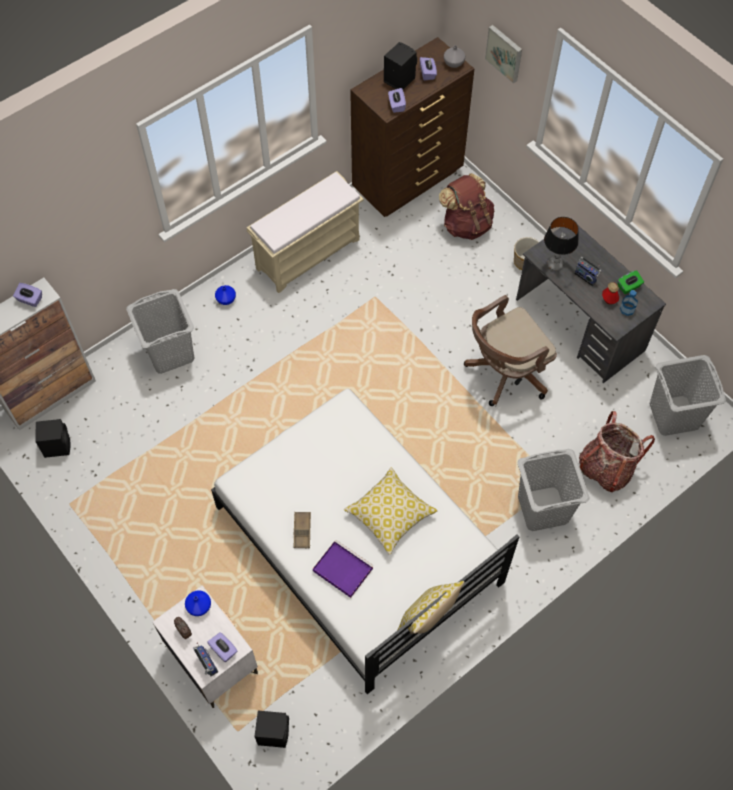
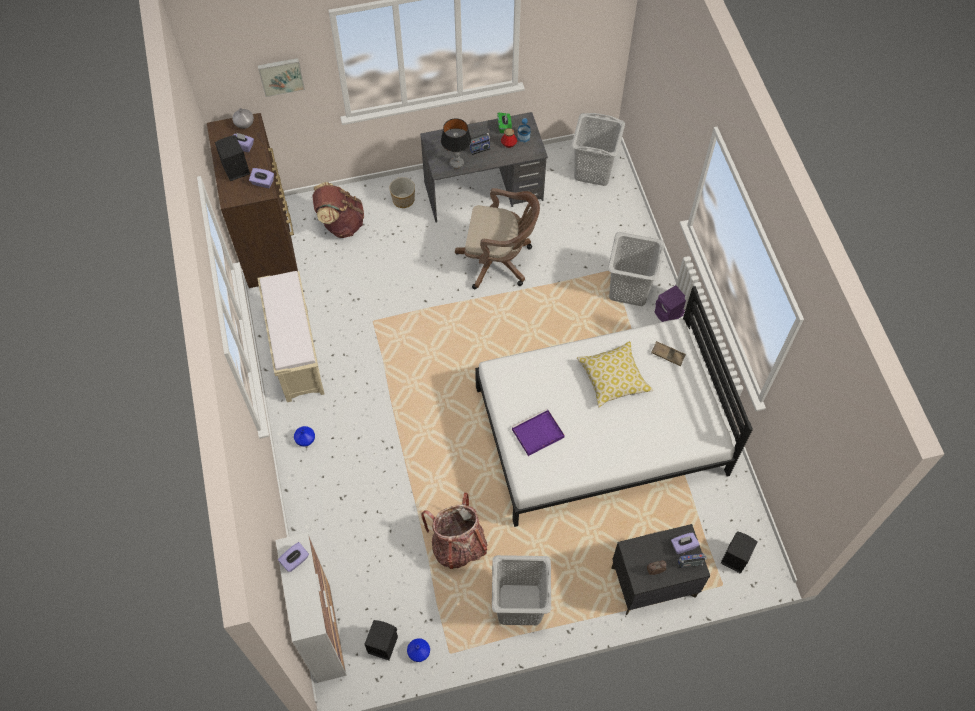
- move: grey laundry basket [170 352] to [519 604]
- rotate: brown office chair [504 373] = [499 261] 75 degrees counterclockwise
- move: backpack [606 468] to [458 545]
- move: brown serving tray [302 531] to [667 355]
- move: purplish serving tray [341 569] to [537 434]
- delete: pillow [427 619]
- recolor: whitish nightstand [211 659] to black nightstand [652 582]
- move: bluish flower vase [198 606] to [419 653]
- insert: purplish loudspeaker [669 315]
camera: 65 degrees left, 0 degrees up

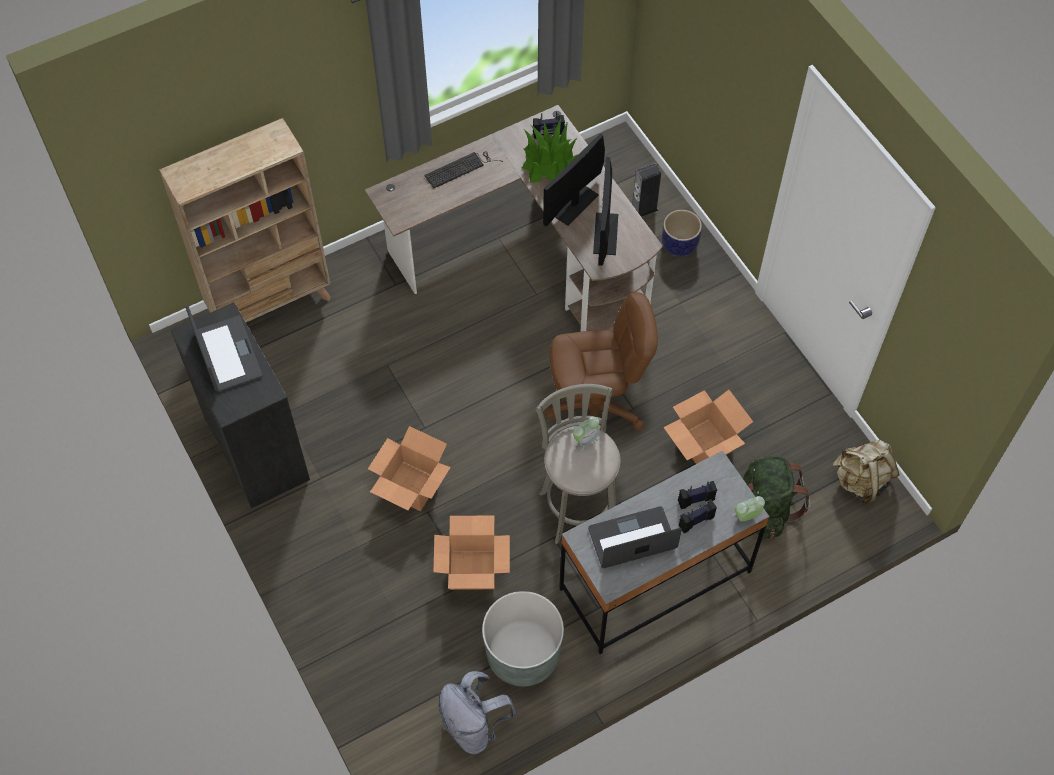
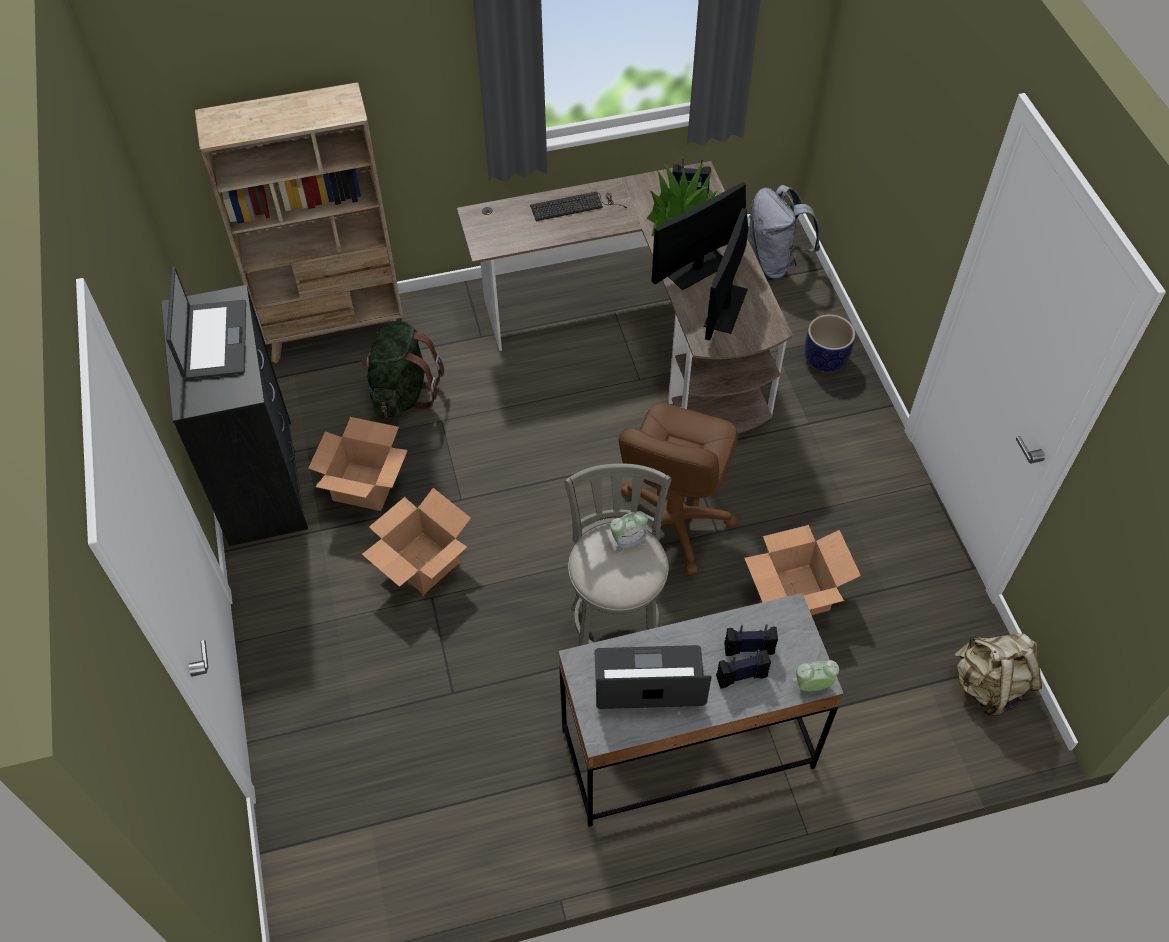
- delete: loudspeaker [644 208]
- rotate: brown office chair [596 409] = [672 522] 105 degrees clockwise
- move: green backpack [765 508] to [402 393]
- move: carton [472 570] to [364 486]
- delete: grey planter [523 654]
- move: grey backpack [474 725] to [774 262]
camera: 15 degrees right, 5 degrees down

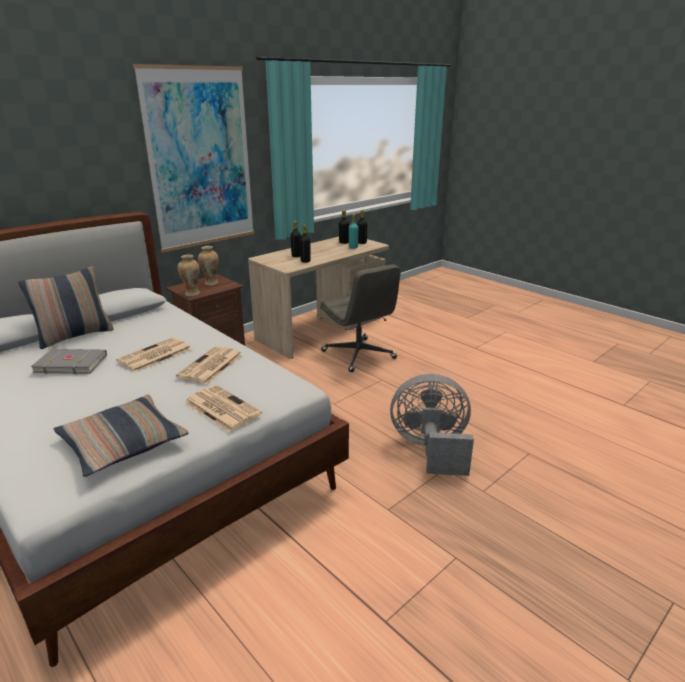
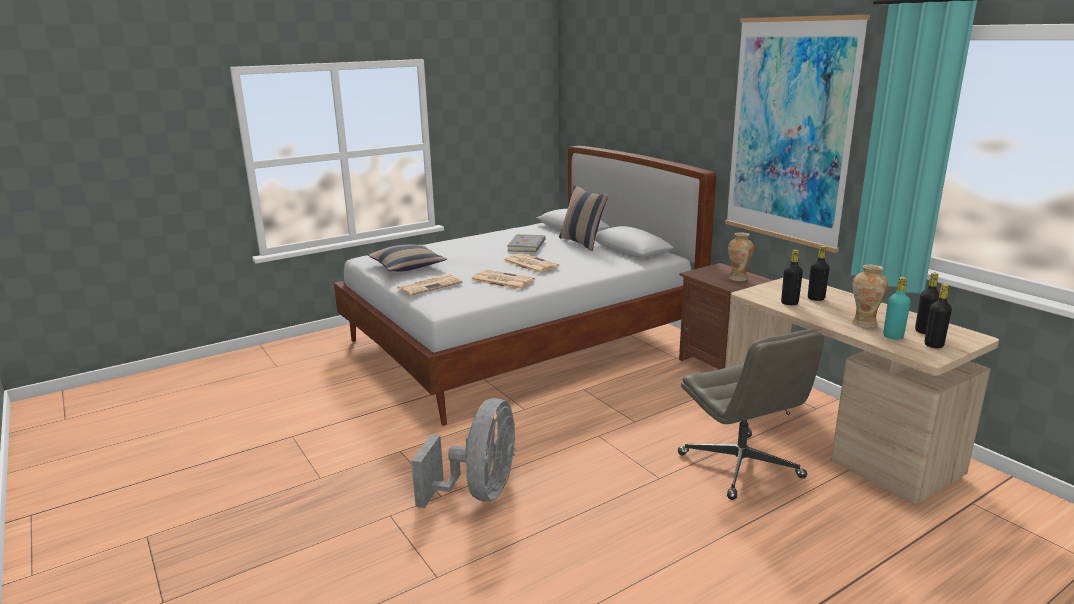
- move: flower vase [191 293] to [864 323]
- rotate: grey office chair [359 355] = [741 466] 90 degrees counterclockwise
camera: 100 degrees right, 5 degrees down

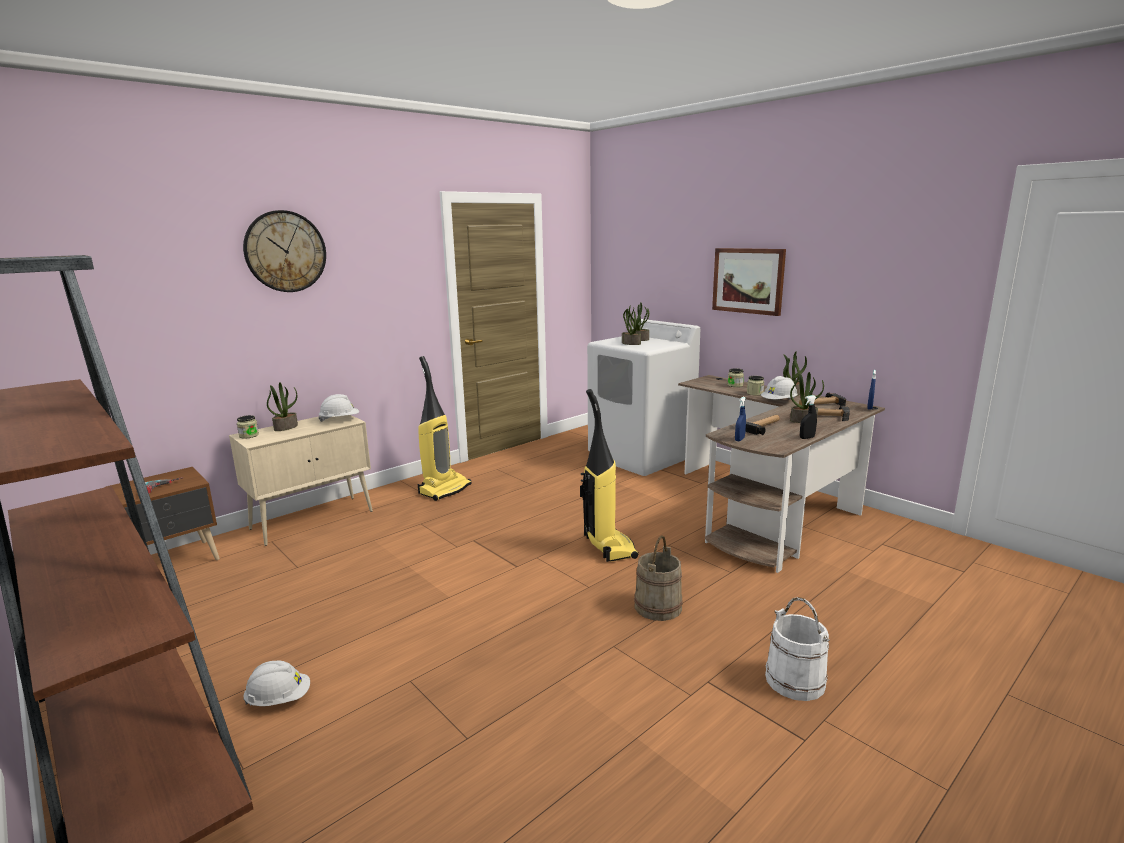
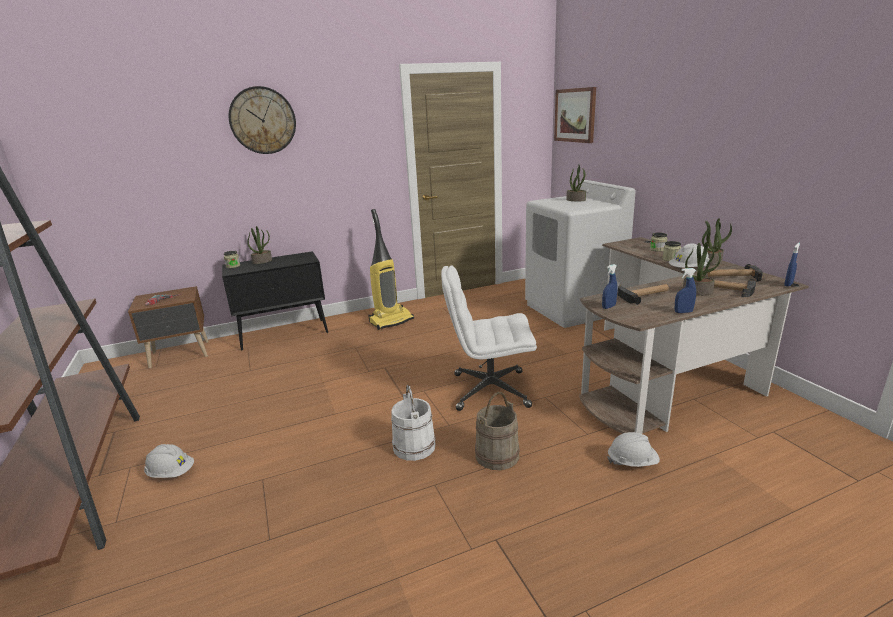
- move: wall art [748 280] to [575 115]
- delete: potted plant [630 343]
- replace: vacuum cleaner [608 547] to whitish office chair [489 390]
- move: whitish work helmet [340 420] to [632 462]
- recolor: black hand sprayer [807 438] to bluish hand sprayer [683 312]
- recolor: beige-coloured cabinet [313 520] to black cabinet [285 334]
- move: whitish bucket [795 680] to [414 446]
camera: 20 degrees right, 5 degrees up

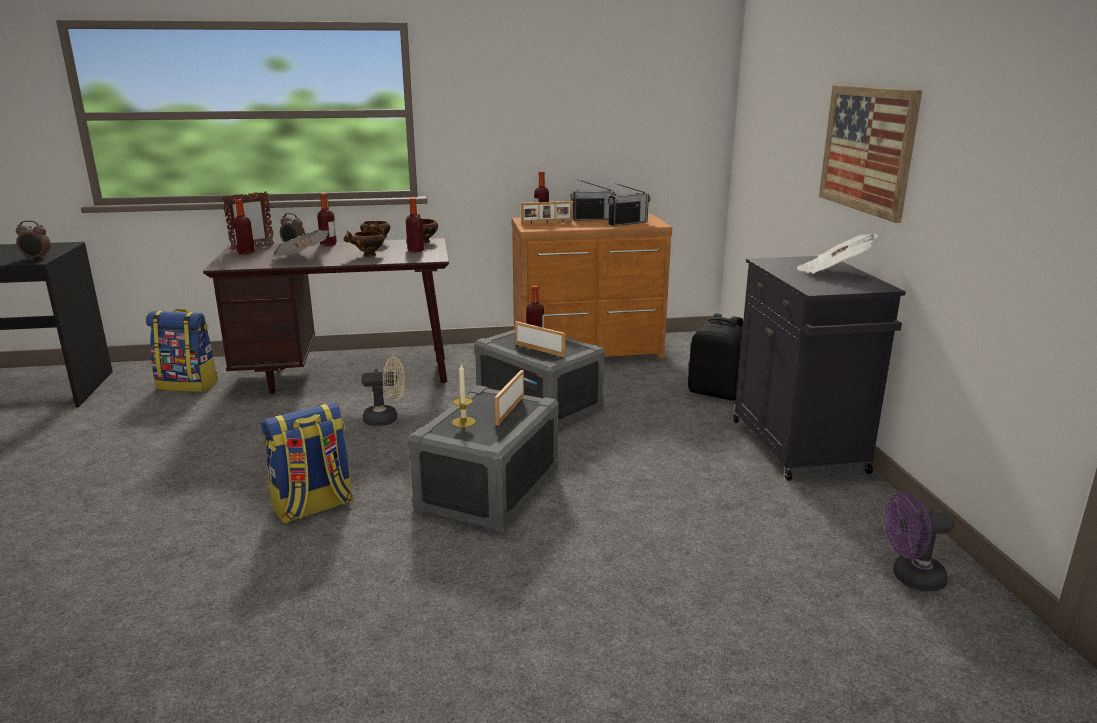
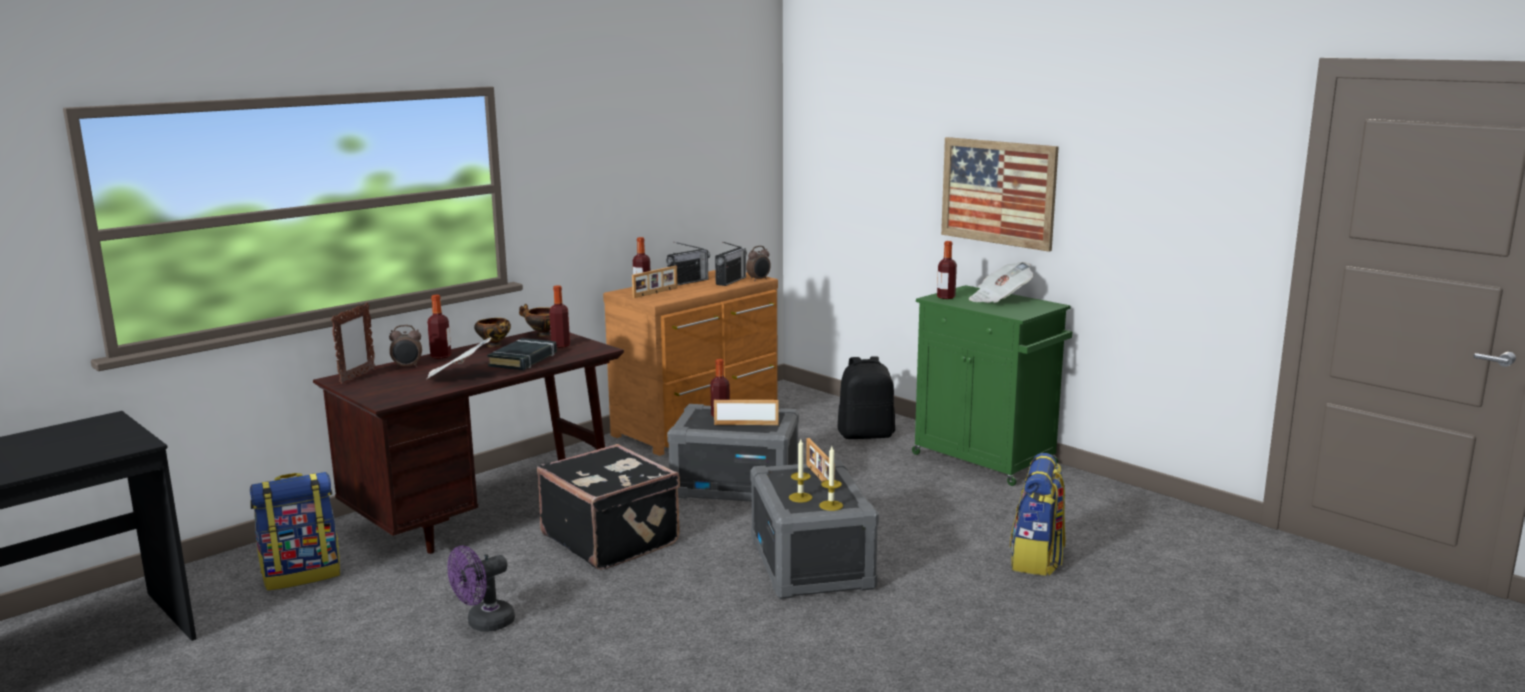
- move: beverage bottle [246 252] to [946 297]
- move: table clock [36 258] to [759 280]
- replace: serving bowl [368 255] to black bound book [523 359]
- recolor: black cabinet [799 447] to green cabinet [986 460]
- replace: beige-coloured cooling fan [386 419] to black travel case [612 538]
- move: backpack [313 507] to [1037 560]
- move: purplish cooling fan [910 578] to [484 624]
- insert: wax light [831 505]
camera: 35 degrees left, 5 degrees down

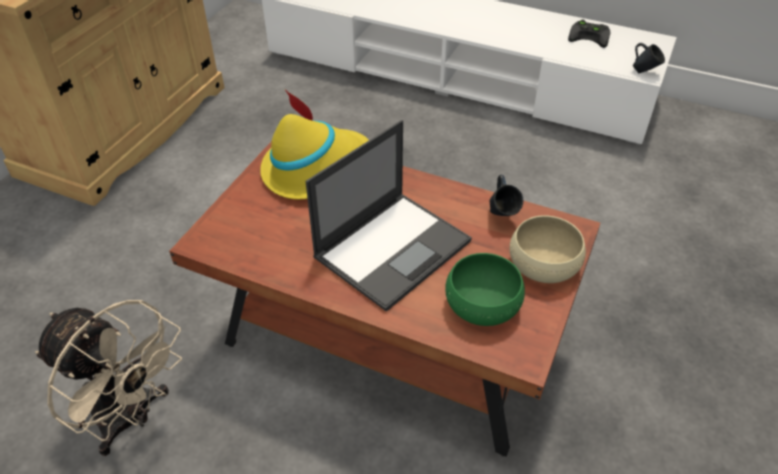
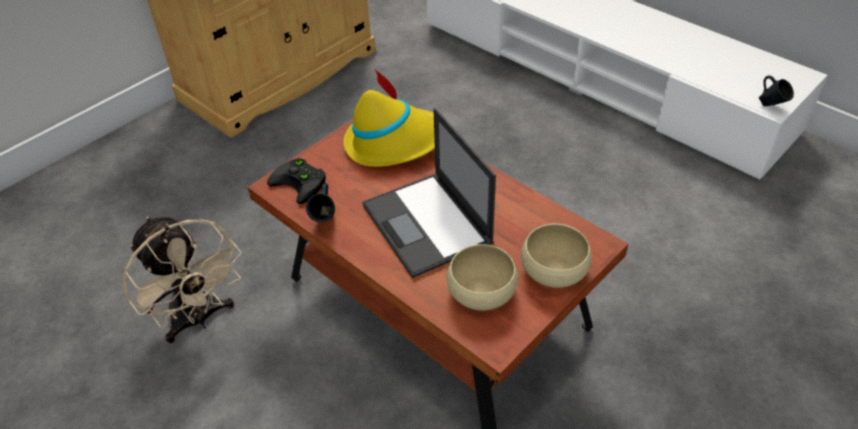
- move: black joypad [590 36] to [302 183]
- rotate: portable computer [393 248] = [428 225] 90 degrees clockwise
- move: bluish tea mug [501 217] to [325 222]
- recolor: green serving bowl [482 304] to beige-coloured serving bowl [482 290]
camera: 20 degrees right, 0 degrees up

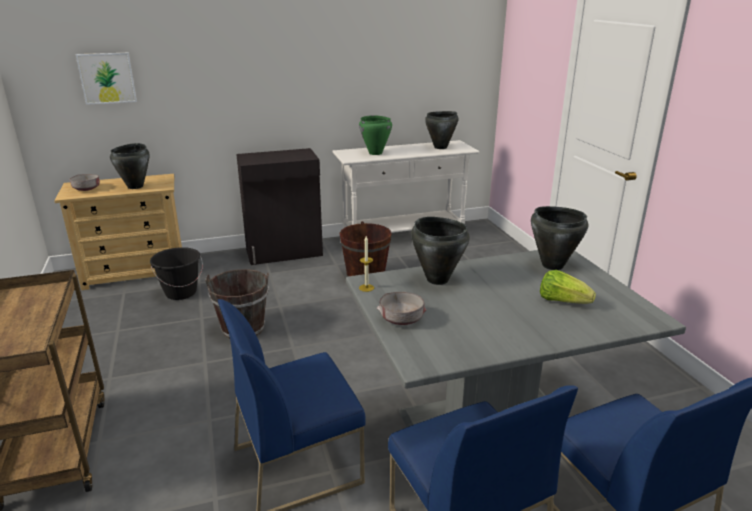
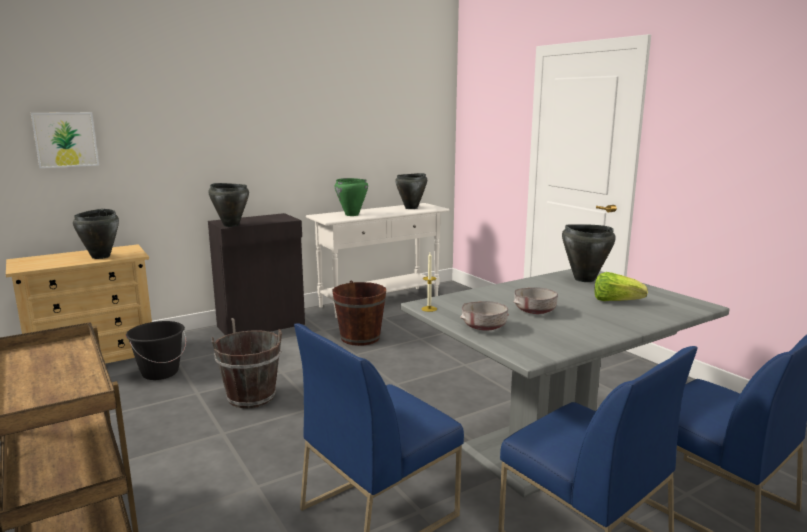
- move: grey serving bowl [87 189] to [535 311]
- move: black saucepot [437 279] to [231 225]
camera: 15 degrees left, 10 degrees down

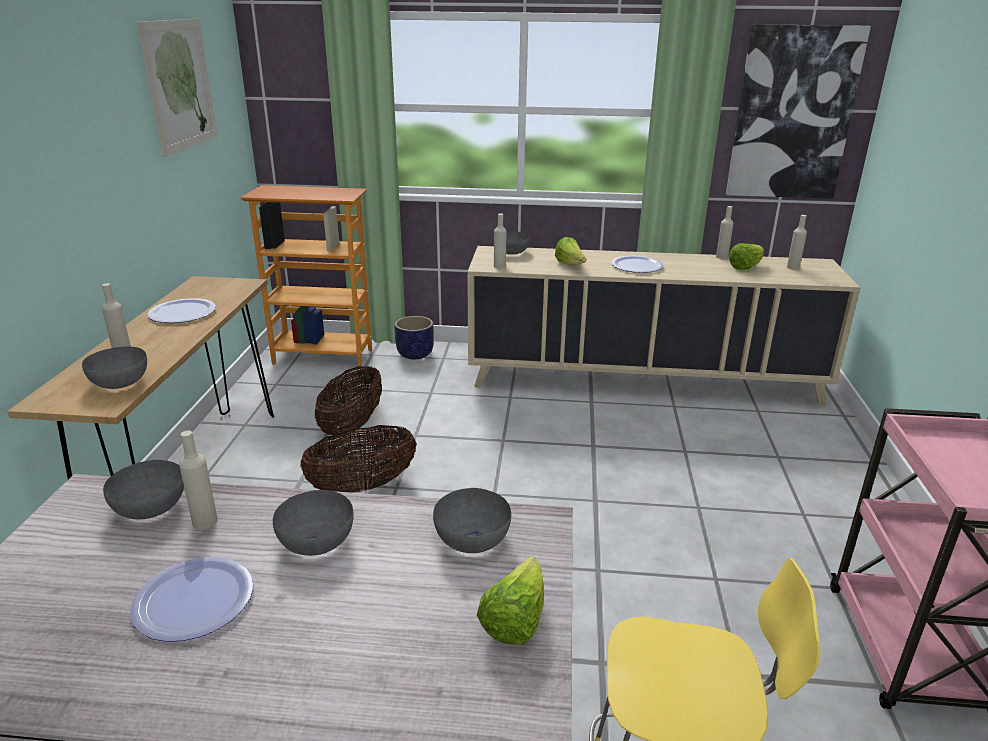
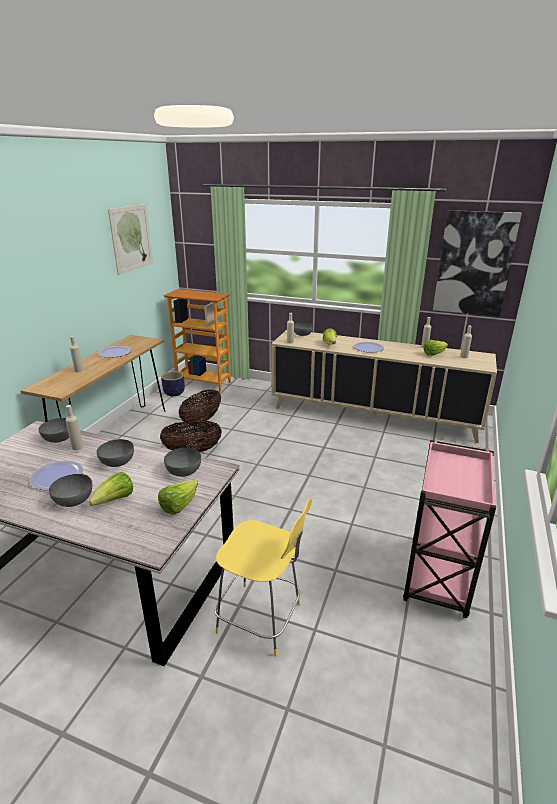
- move: planter [415 354] to [174 393]
- move: grey serving bowl [120 382] to [74 499]
- insert: lettuce [115 500]
camera: 15 degrees right, 0 degrees up

